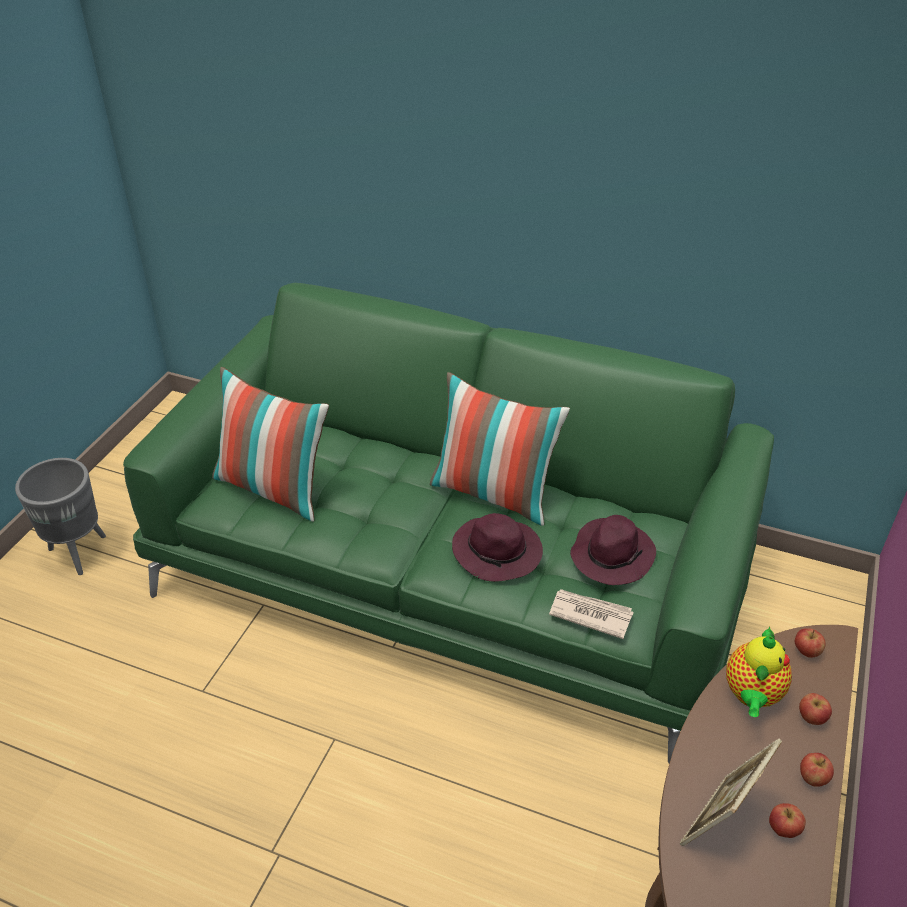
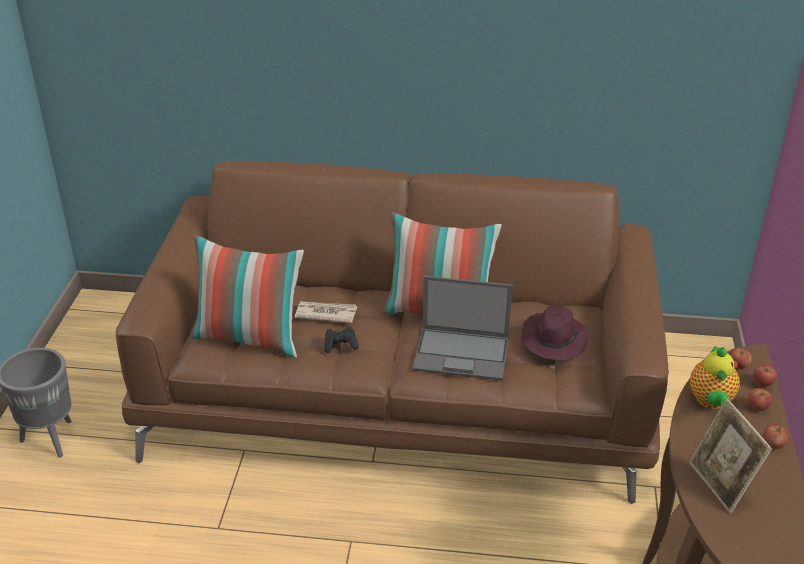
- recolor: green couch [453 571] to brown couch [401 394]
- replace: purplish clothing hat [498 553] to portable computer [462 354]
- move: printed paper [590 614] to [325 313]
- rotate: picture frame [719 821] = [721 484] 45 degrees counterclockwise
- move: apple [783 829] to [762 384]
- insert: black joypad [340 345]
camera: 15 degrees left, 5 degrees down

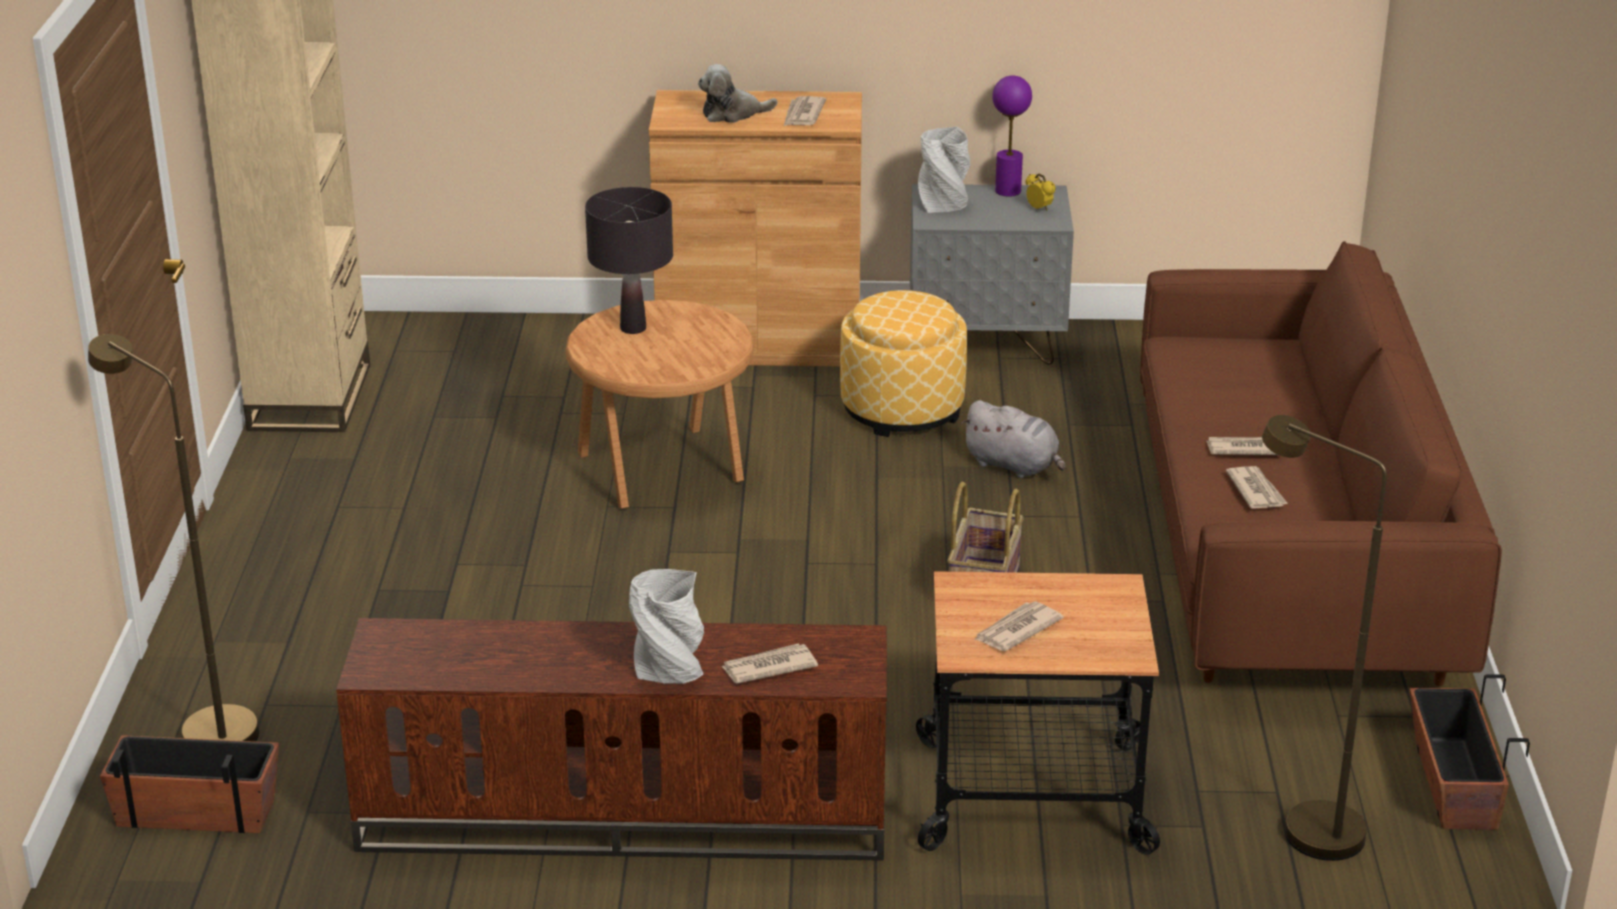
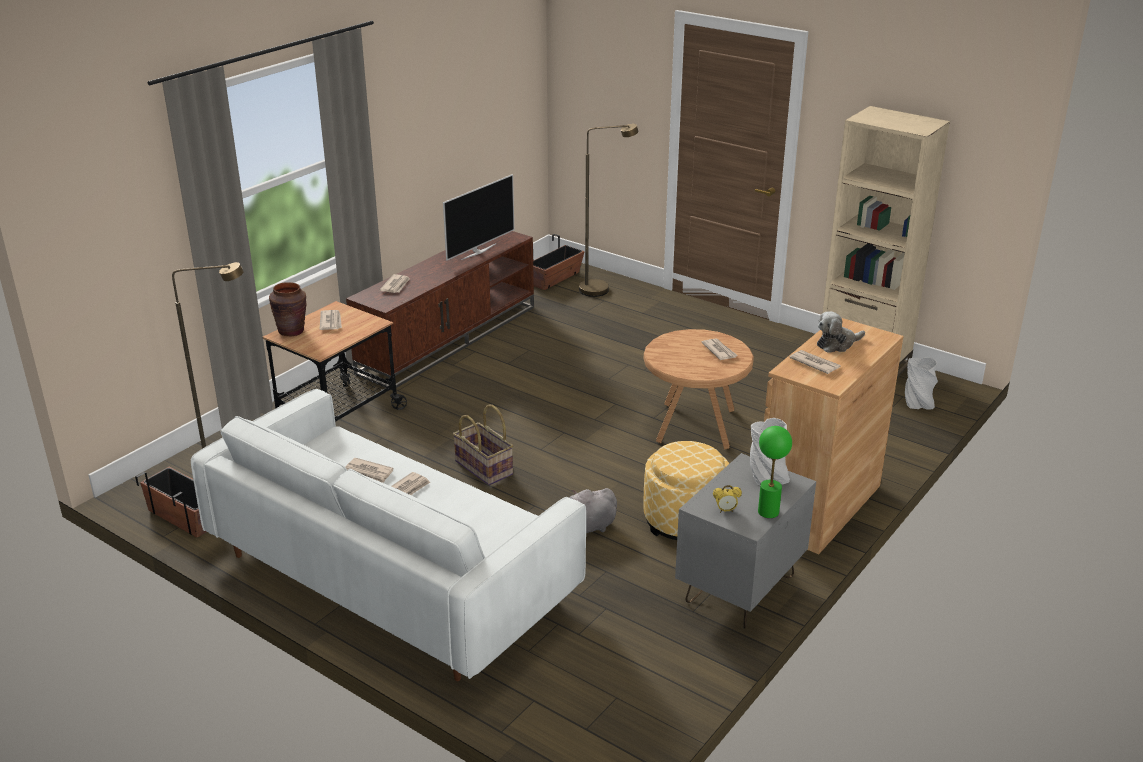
- rotate: plush toy [733 114] = [837 344] 135 degrees counterclockwise
- recolor: purplish lamp for a table [1008 191] to green lamp for a table [768 512]
- replace: black lamp for a table [633 328] to printed paper [719 351]
- recolor: brown couch [1288 551] to whitish couch [392 576]
- move: grey flower vase [670 671] to [917 403]
- insert: TV set [478 251]
- insert: brown flower vase [291 331]
camera: 125 degrees right, 0 degrees up

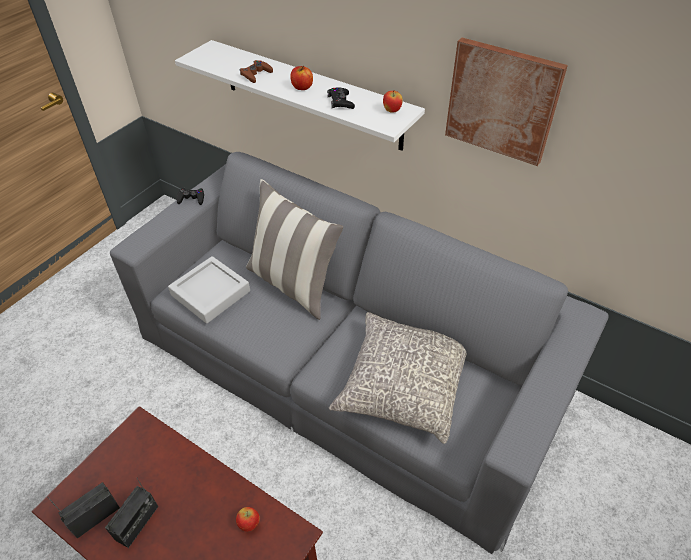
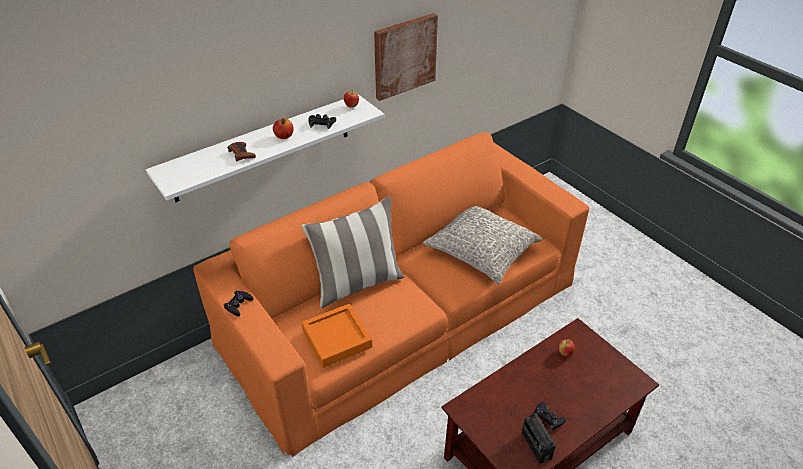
- recolor: grey couch [347 364] to orange-coloured couch [401 311]
- recolor: grey serving tray [210 293] to orange-coloured serving tray [337 338]
- replace: radio receiver [137 523] to black joypad [548 418]
camera: 70 degrees left, 5 degrees down

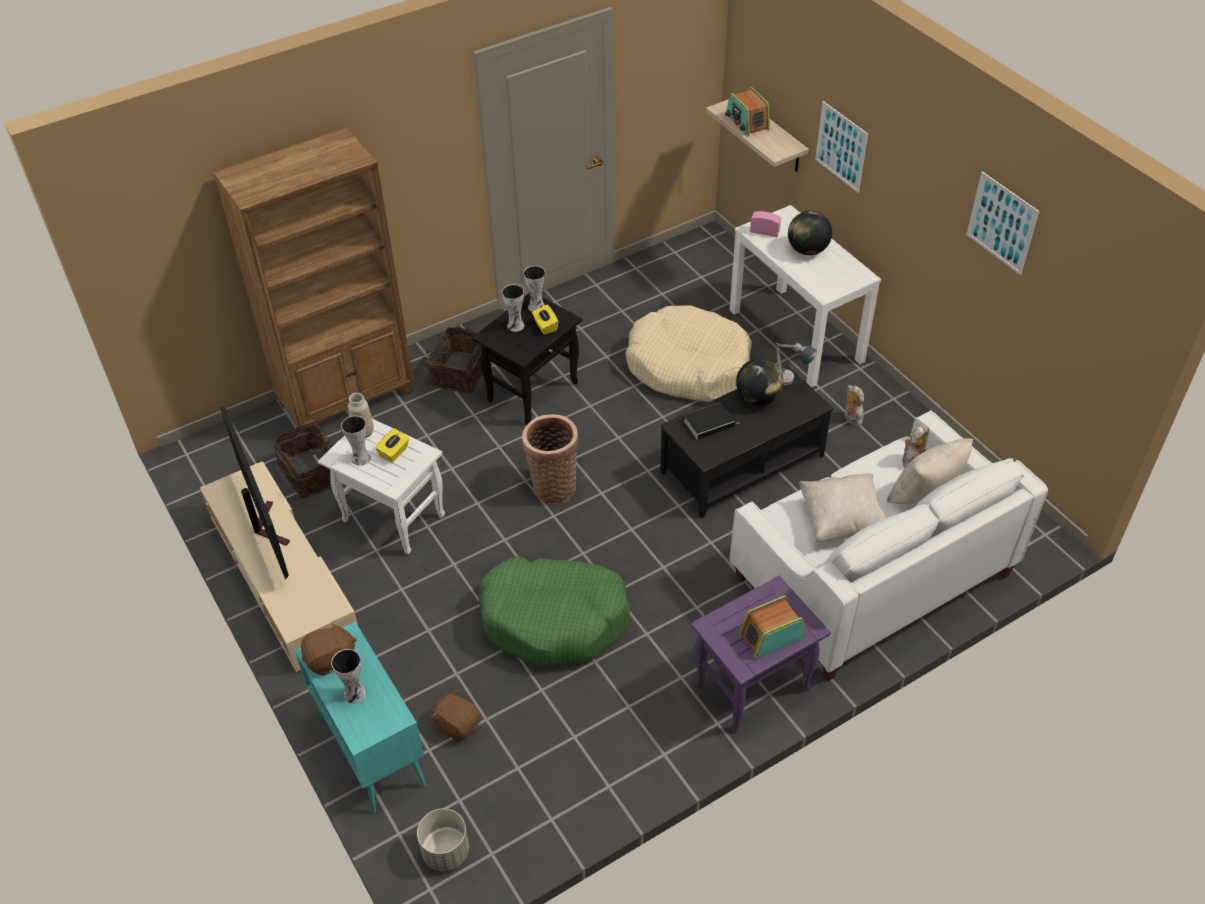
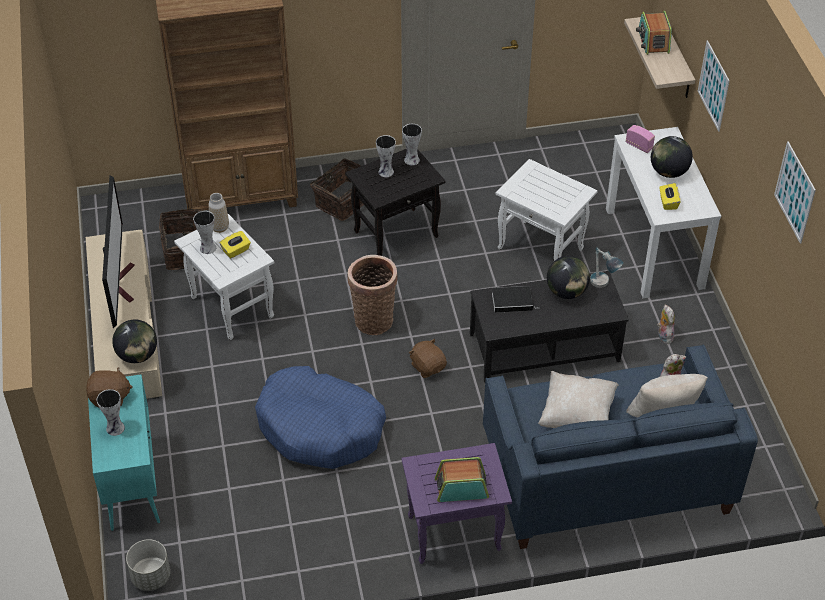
- move: yellow tissue holder [545 326] to [668 202]
- replace: beige-coloured dog cushion [688 366] to whitish side table [542 249]
- recolor: whitish couch [871 576] to bluish couch [606 475]
- recolor: green dog cushion [554 619] to bluish dog cushion [320 428]
- move: brown plush toy [457 724] to [428 367]
- insert: globe [137 355]
camera: 20 degrees right, 0 degrees up

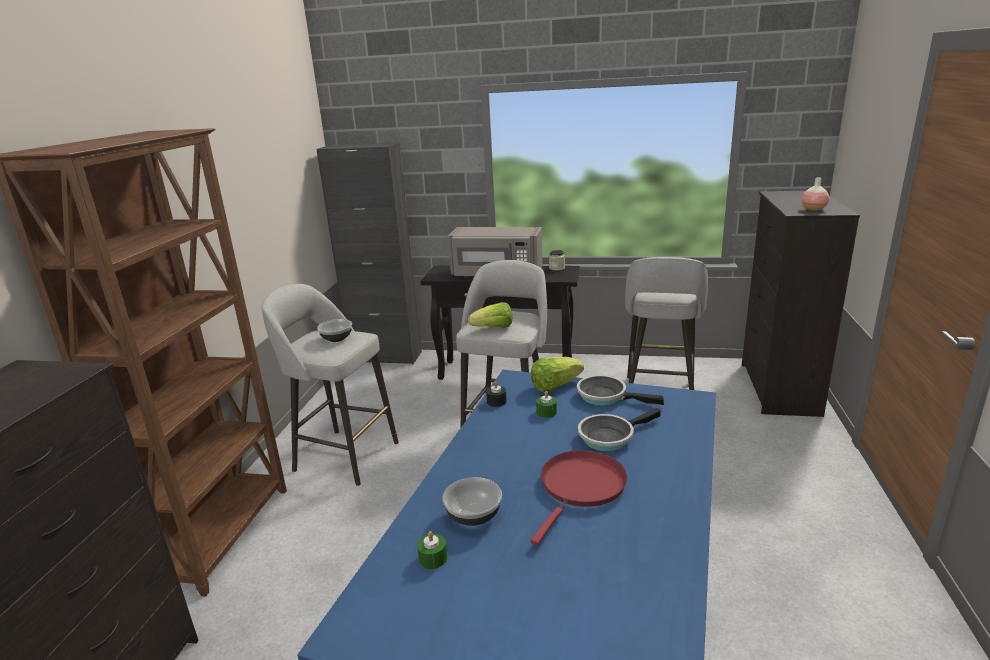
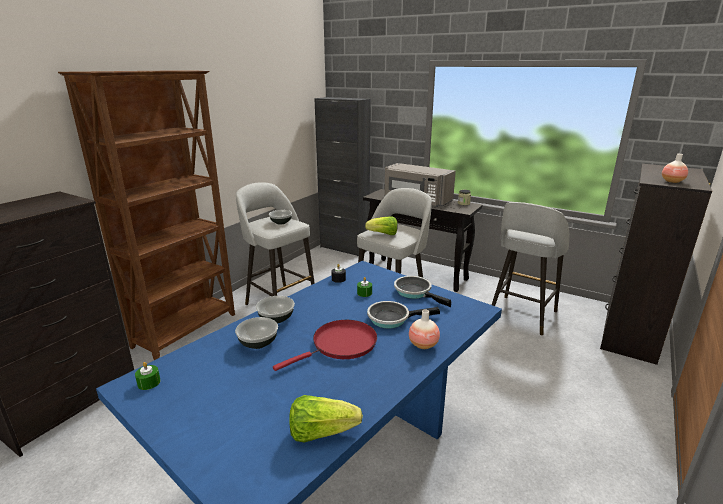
- move: lettuce [555 386] to [321 432]
- move: green wax light [433 558] to [149 383]
- insert: serving bowl [276 318]
- insert: flower vase [423 345]
camera: 20 degrees right, 0 degrees up

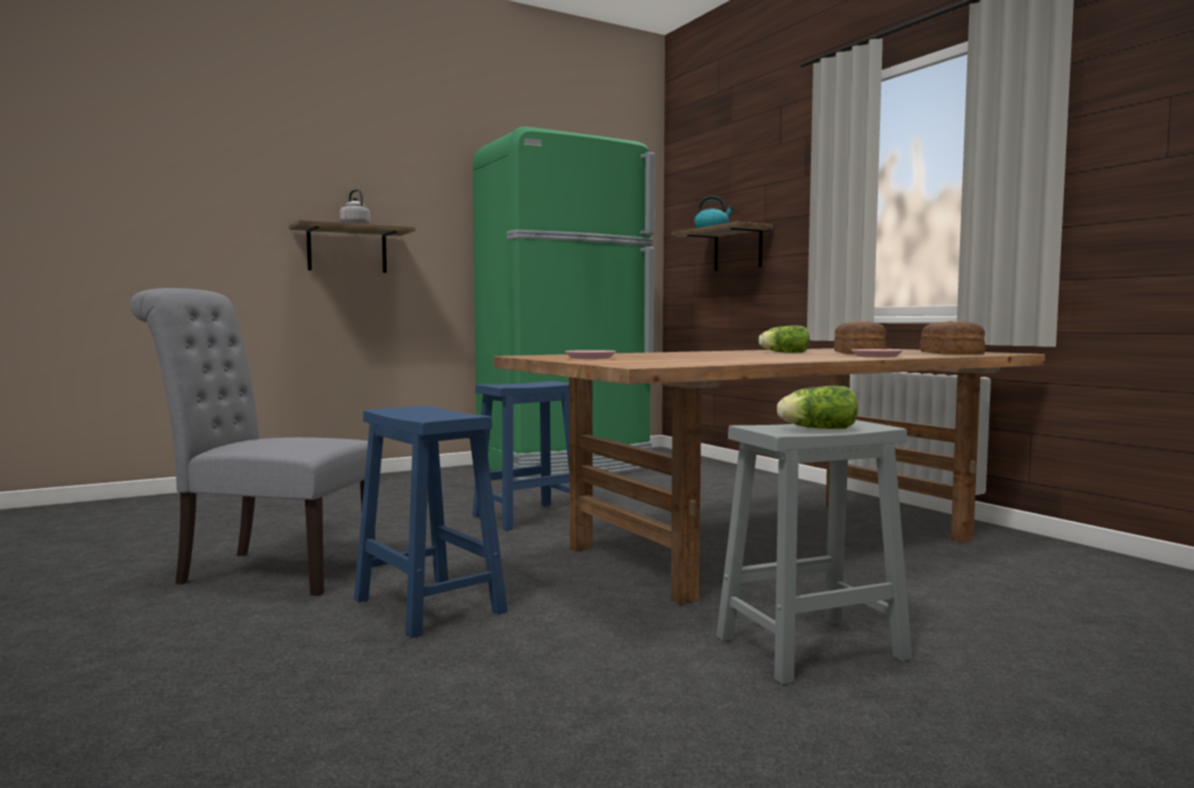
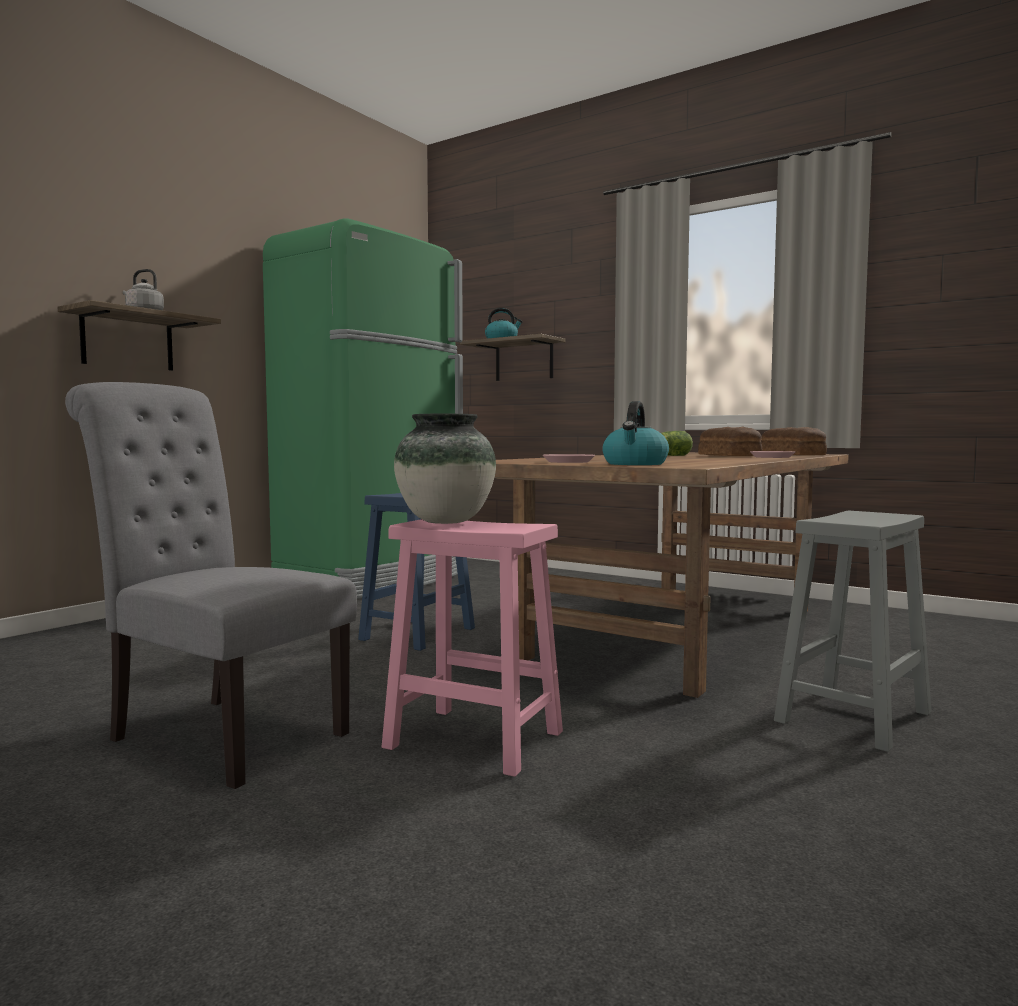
- rotate: grey plain chair [267 571] = [217 734] 45 degrees clockwise
- delete: lettuce [815 428]
- recolor: bluish sitting stool [427 605] to pink-coloured sitting stool [471 739]
- insert: tea kettle [635 464]
- insert: flower vase [444 521]
camera: 25 degrees left, 0 degrees up

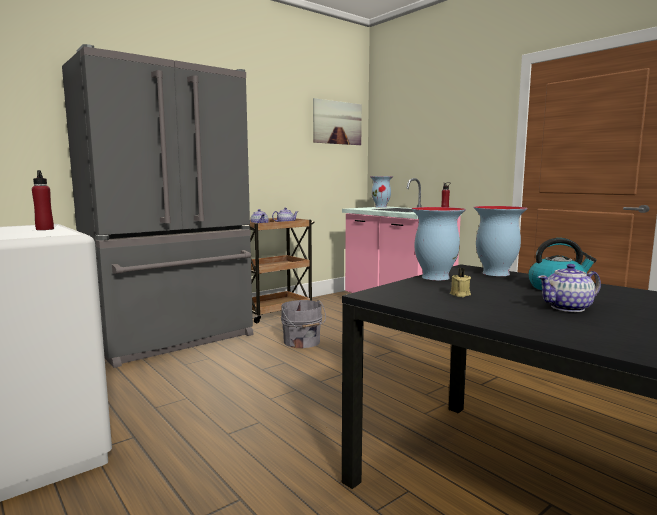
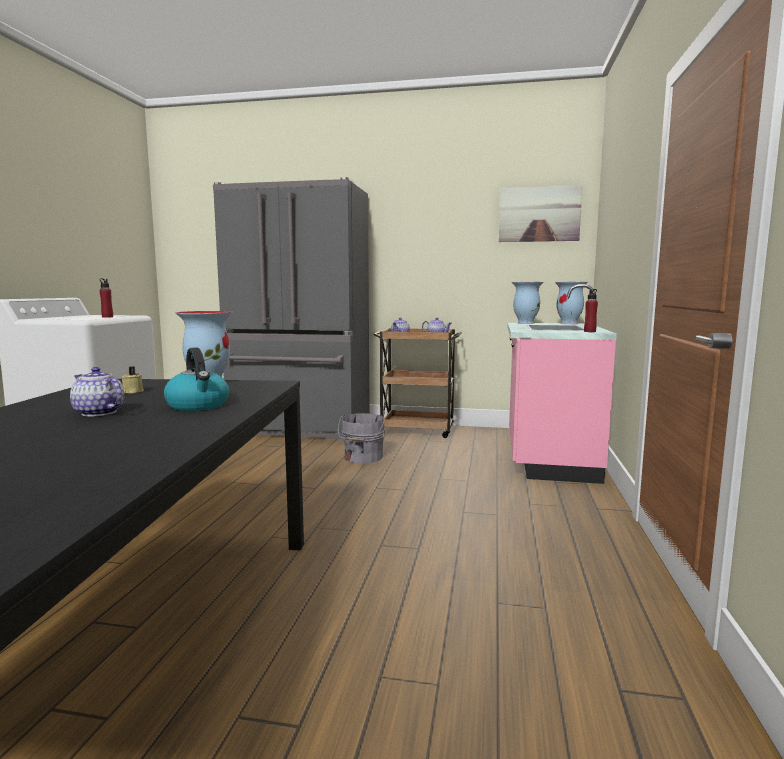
- move: flower vase [495 273] to [525 323]
camera: 50 degrees right, 0 degrees up

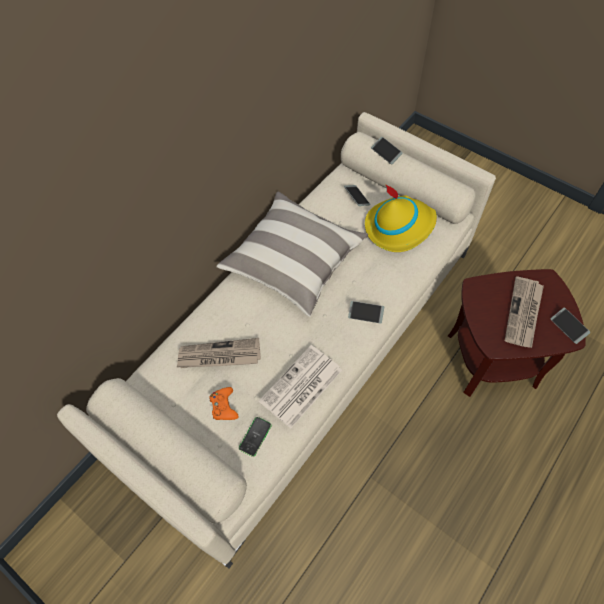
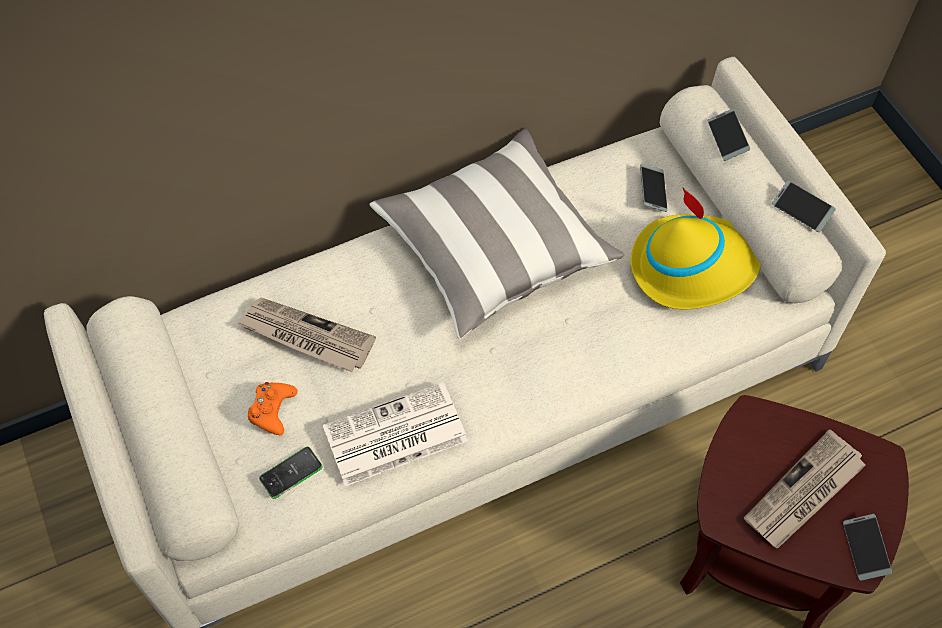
- move: telephone [365 314] to [801 210]
camera: 25 degrees right, 0 degrees up

